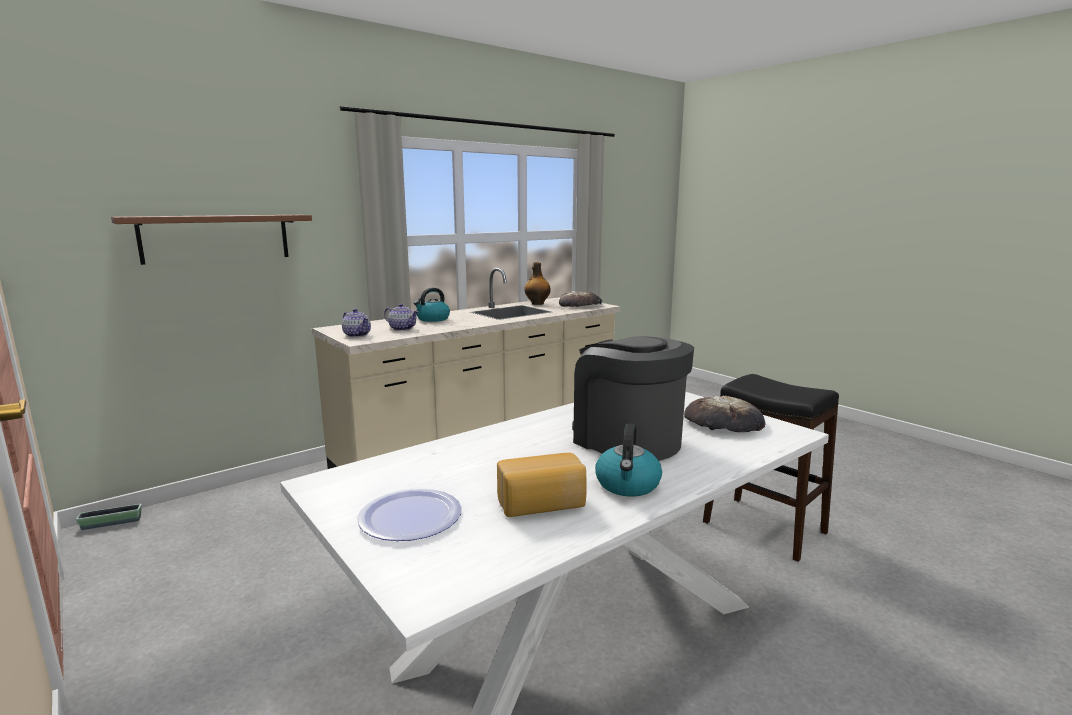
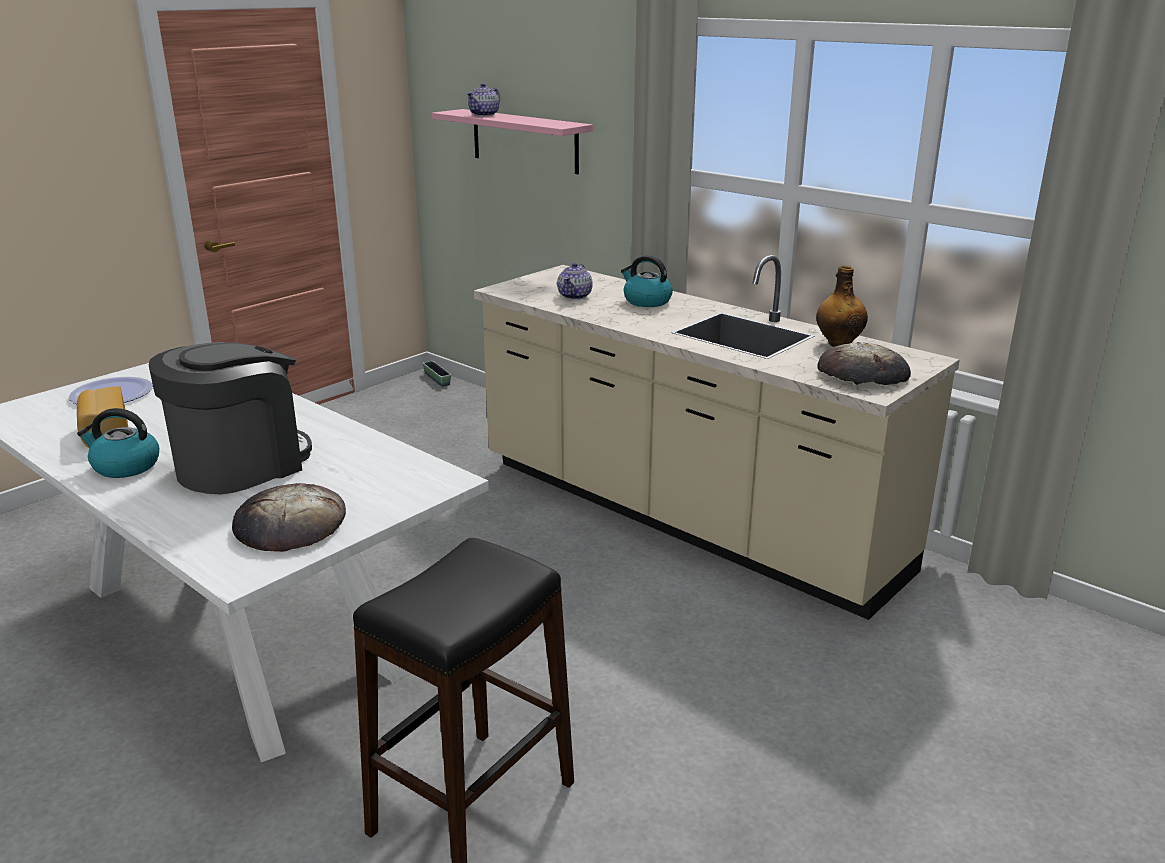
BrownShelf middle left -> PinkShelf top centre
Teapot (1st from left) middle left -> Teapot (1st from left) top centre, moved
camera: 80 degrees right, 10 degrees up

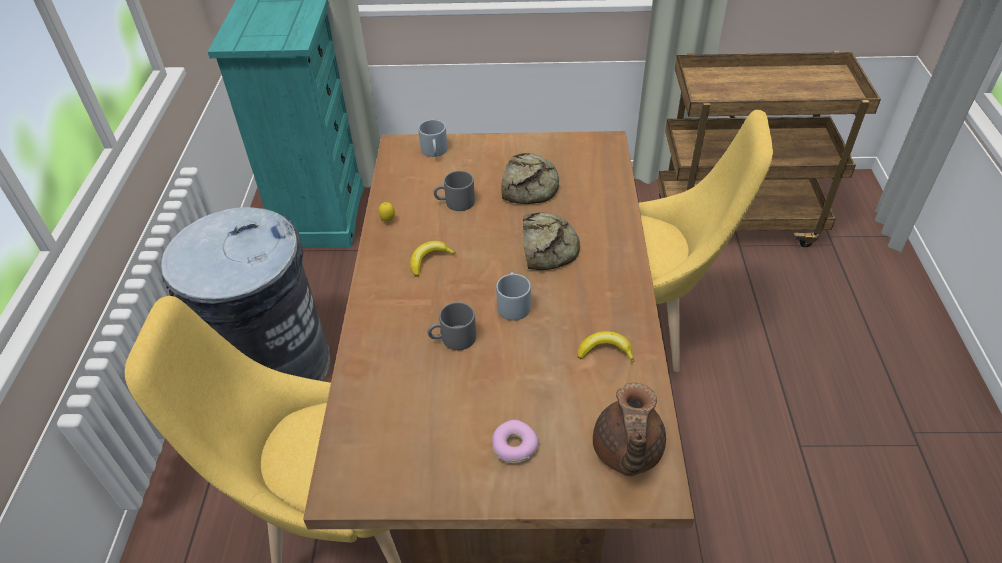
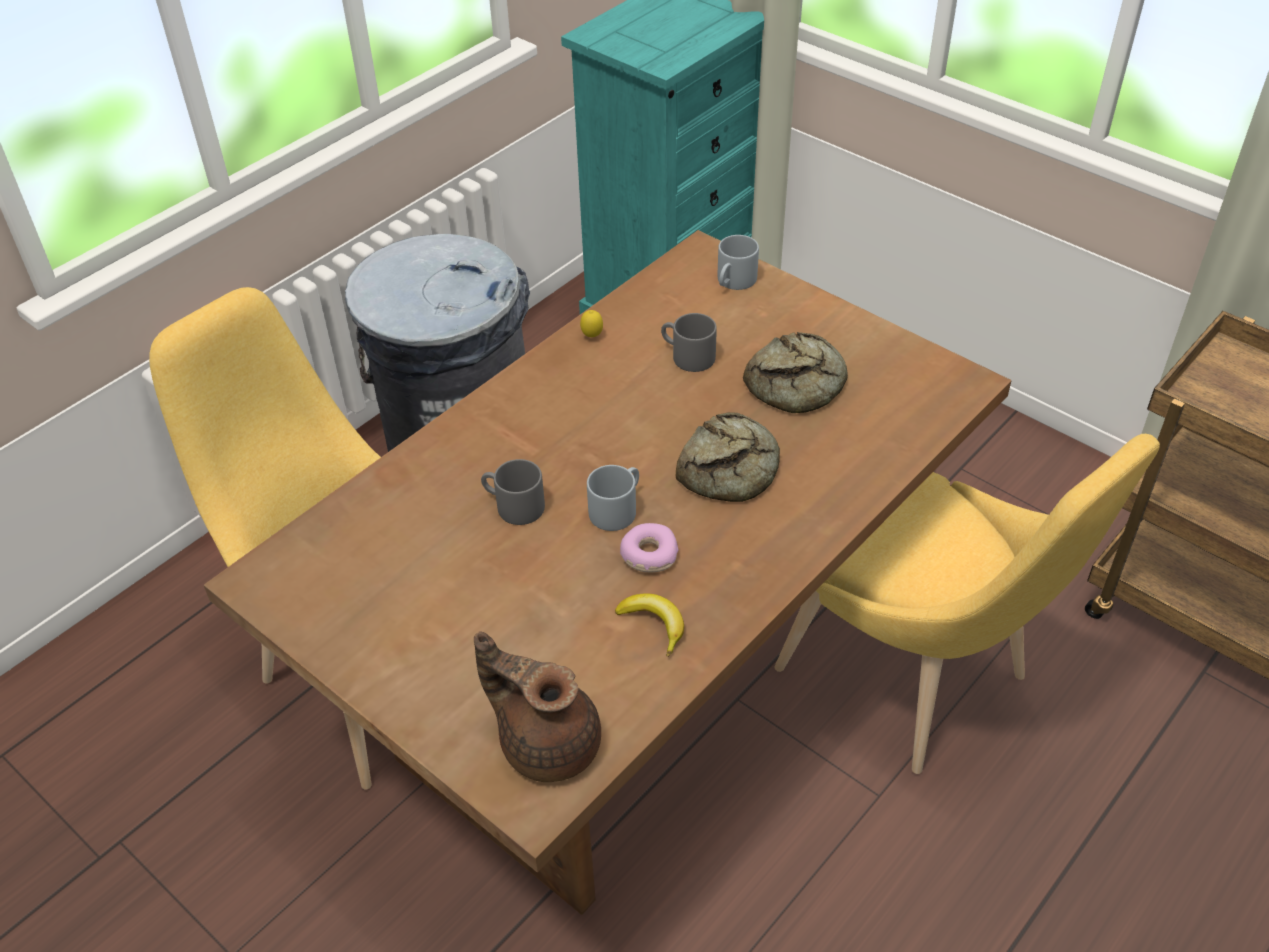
Banana (1st from left) centre -> none
BrownTeapot bottom centre, 75 degrees clockwise
Donut bottom centre -> Donut centre, moved
camera: 40 degrees right, 0 degrees up

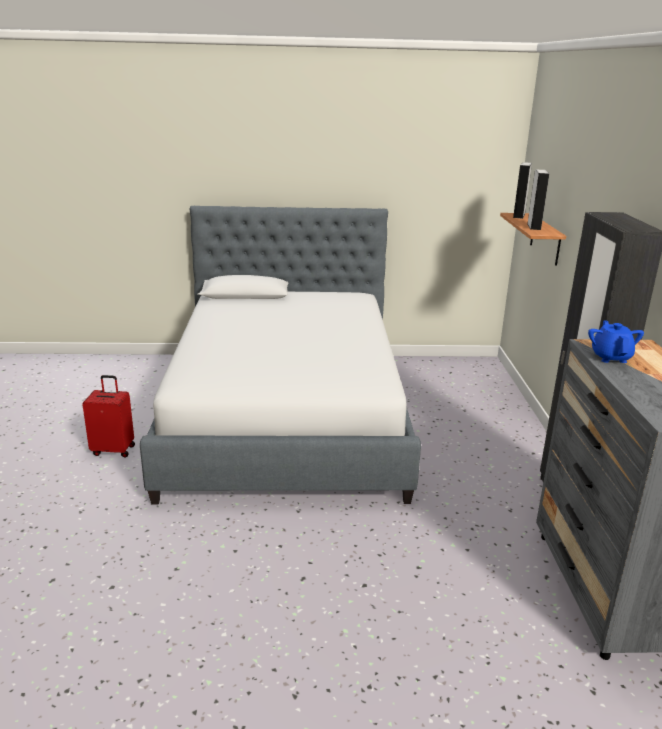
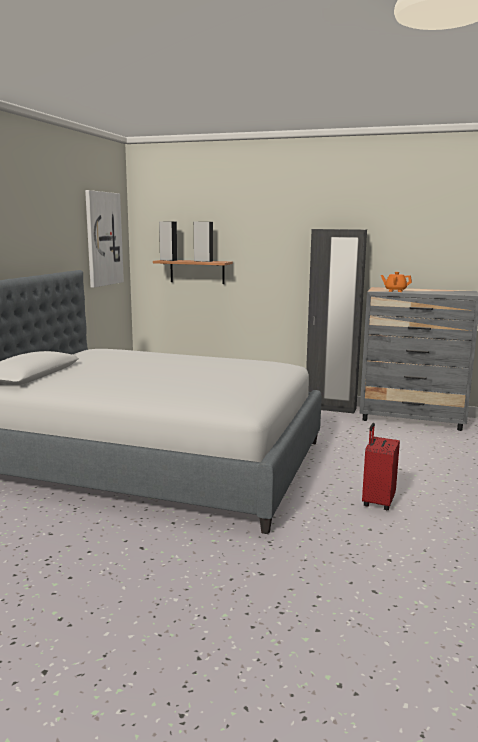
BlueTeapot middle right -> OrangeTeapot middle right
RedSuitcase middle left -> RedSuitcase middle right, moved
none -> Picture top left
camera: 70 degrees left, 10 degrees down

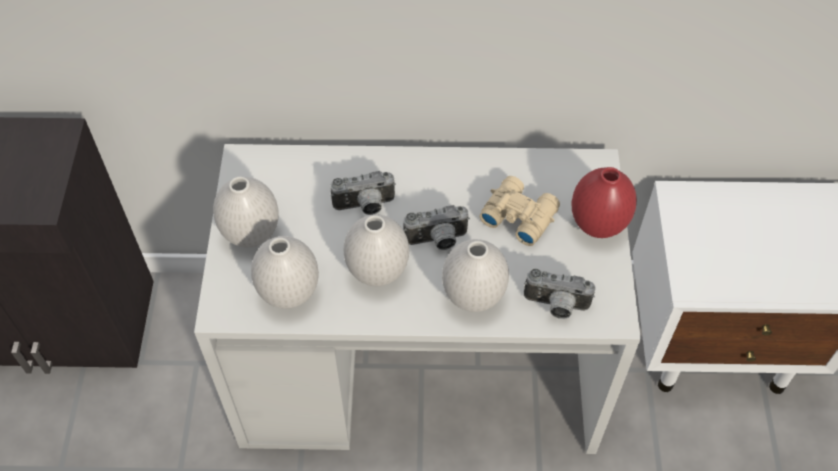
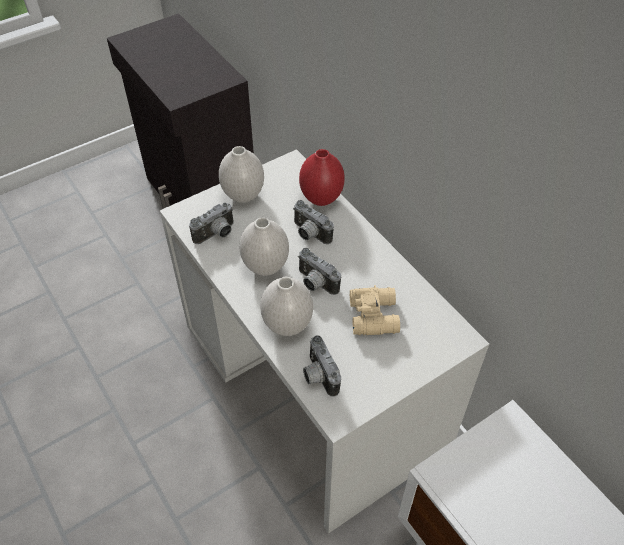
RedVase middle right -> RedVase top centre, moved
WhiteVase (2nd from left) centre -> PhotoCamera (1st from left) centre
camera: 55 degrees right, 5 degrees down

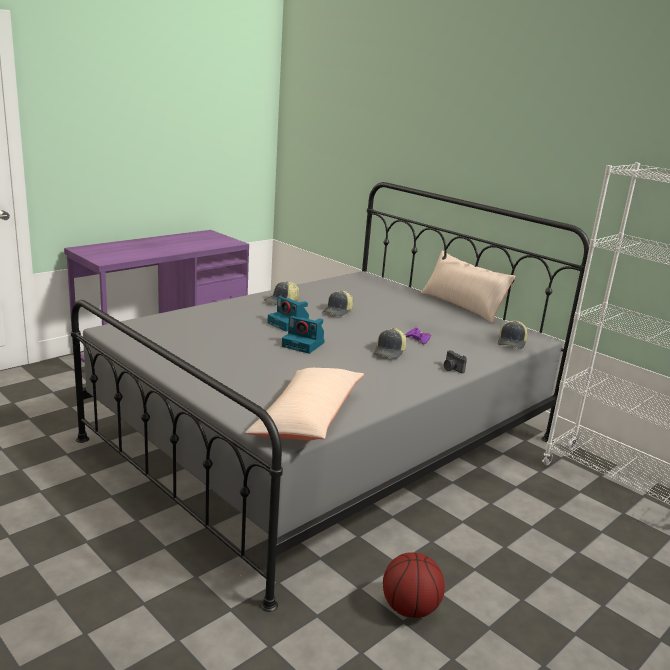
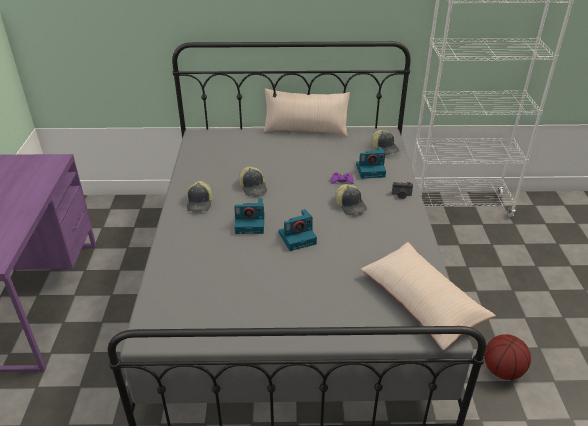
none -> PhotoCamera (3rd from left) centre
camera: 45 degrees left, 15 degrees up

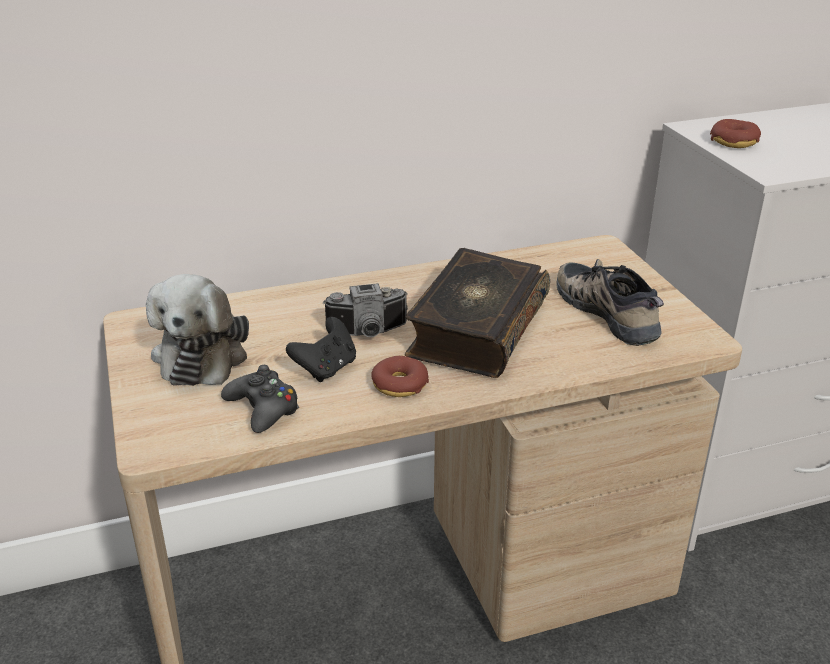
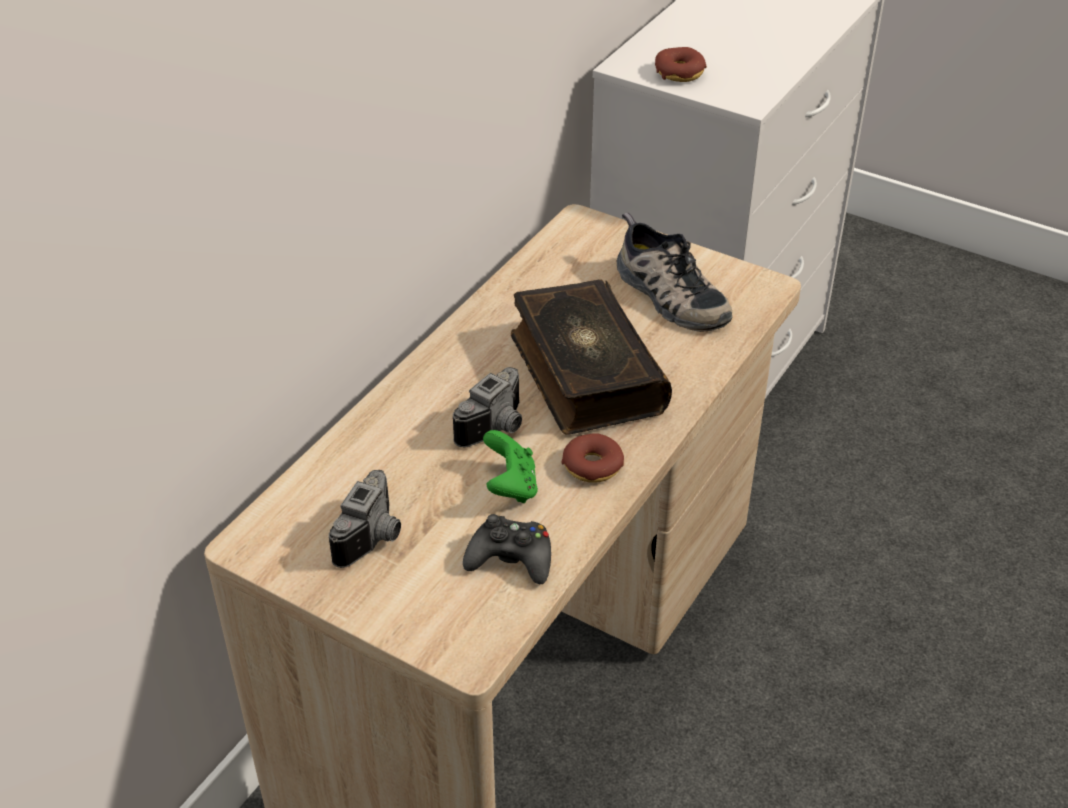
Shoe middle right -> Shoe centre, 150 degrees counterclockwise
PlushToy middle left -> PhotoCamera (1st from left) centre
BlackGameController (2nd from left) centre -> GreenGameController centre
camera: 40 degrees left, 10 degrees up

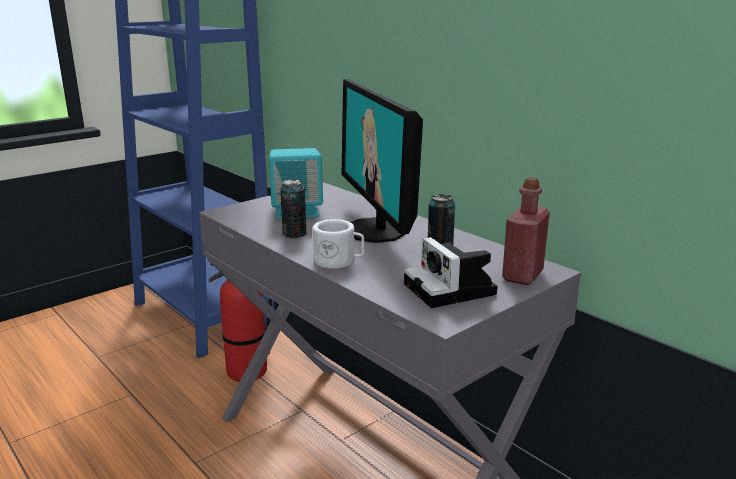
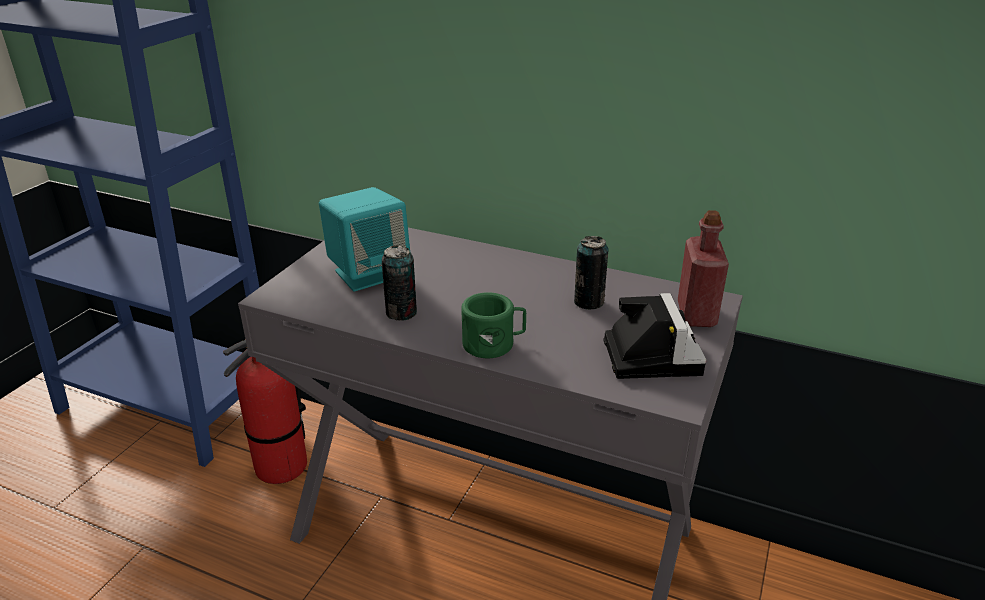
Monitor centre -> none
WhiteMug centre -> GreenMug centre
PhotoCamera centre, 135 degrees counterclockwise
camera: 25 degrees left, 10 degrees up

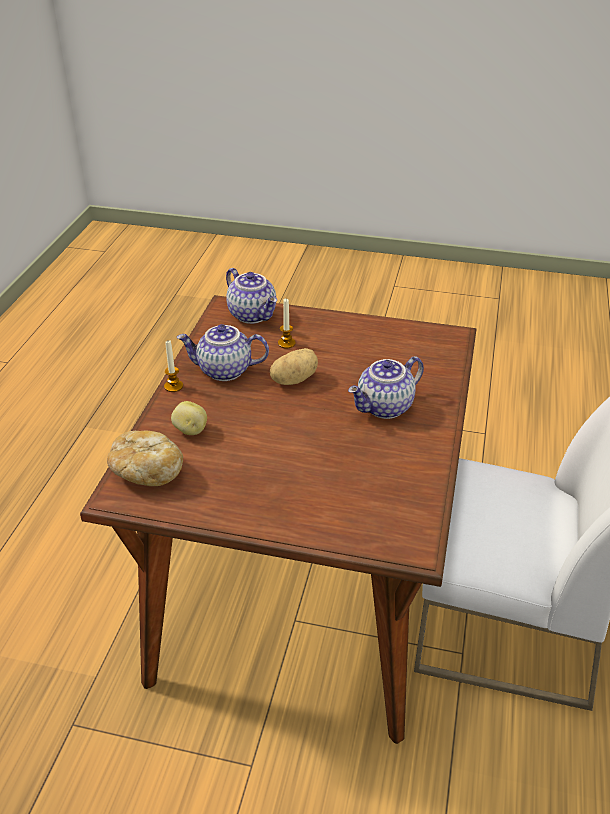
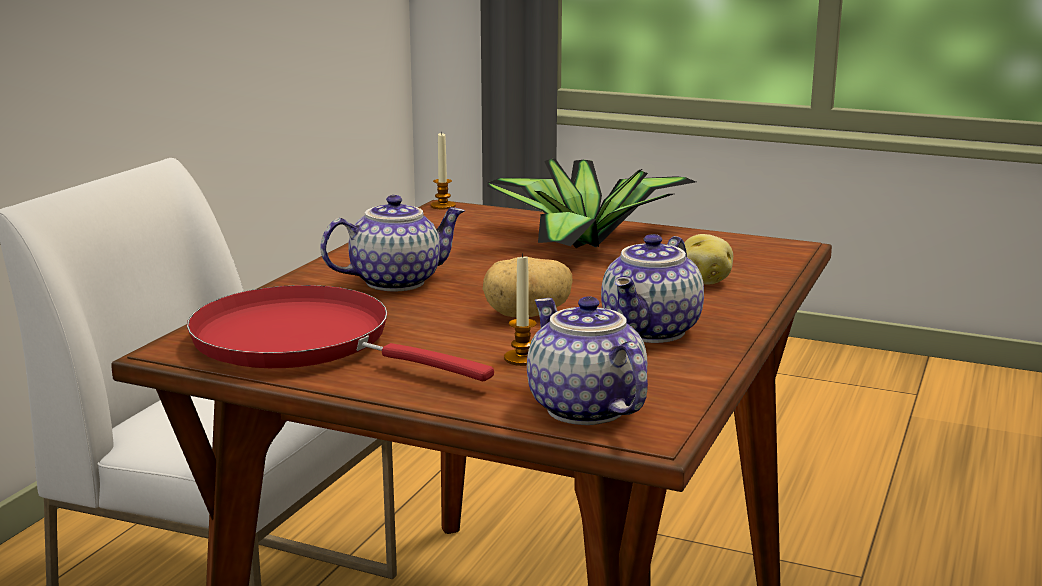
Teapot (1st from left in the first image) centre -> Teapot (3rd from left) centre, 105 degrees clockwise
Candle (1st from left) middle left -> Candle (1st from left) top centre, moved
Bread middle left -> none
none -> PottedPlant centre
none -> RedFryingPan middle left
camera: 170 degrees left, 20 degrees down

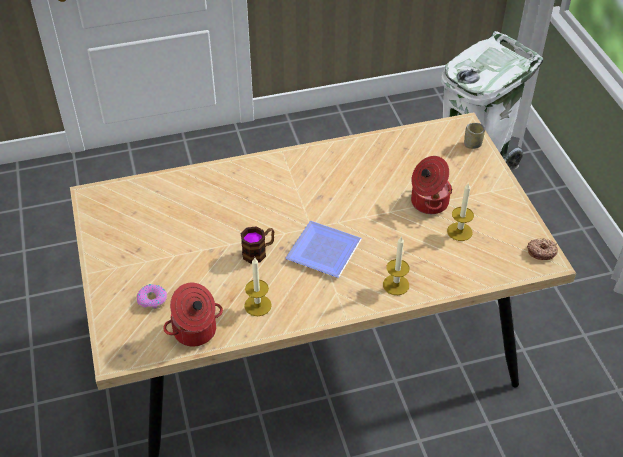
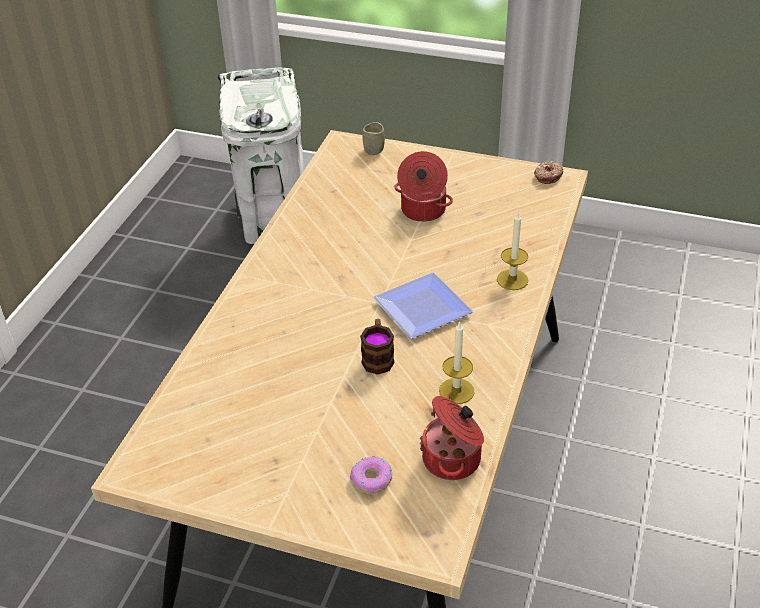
Candle (3rd from left) middle right -> none
camera: 55 degrees left, 5 degrees down

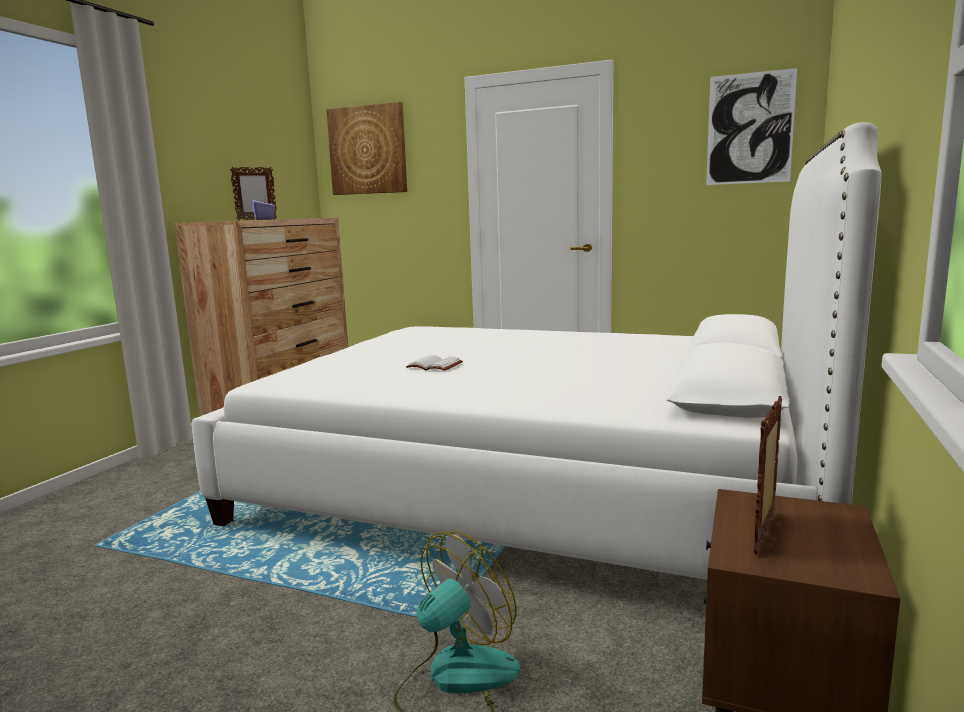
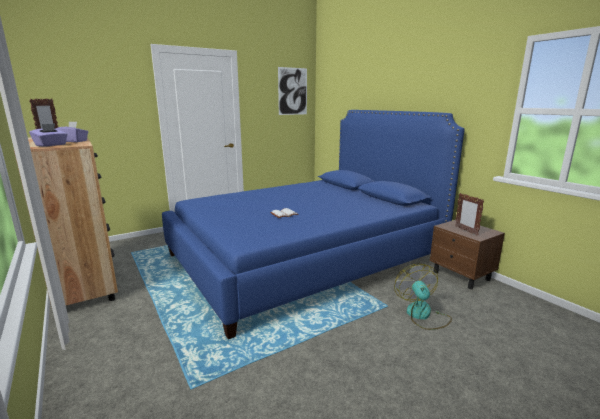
Picture (1st from left) top centre -> none
WhiteBed centre -> BlueBed centre
none -> PurpleTissueBox (1st from left) top left
camera: 55 degrees left, 5 degrees up

